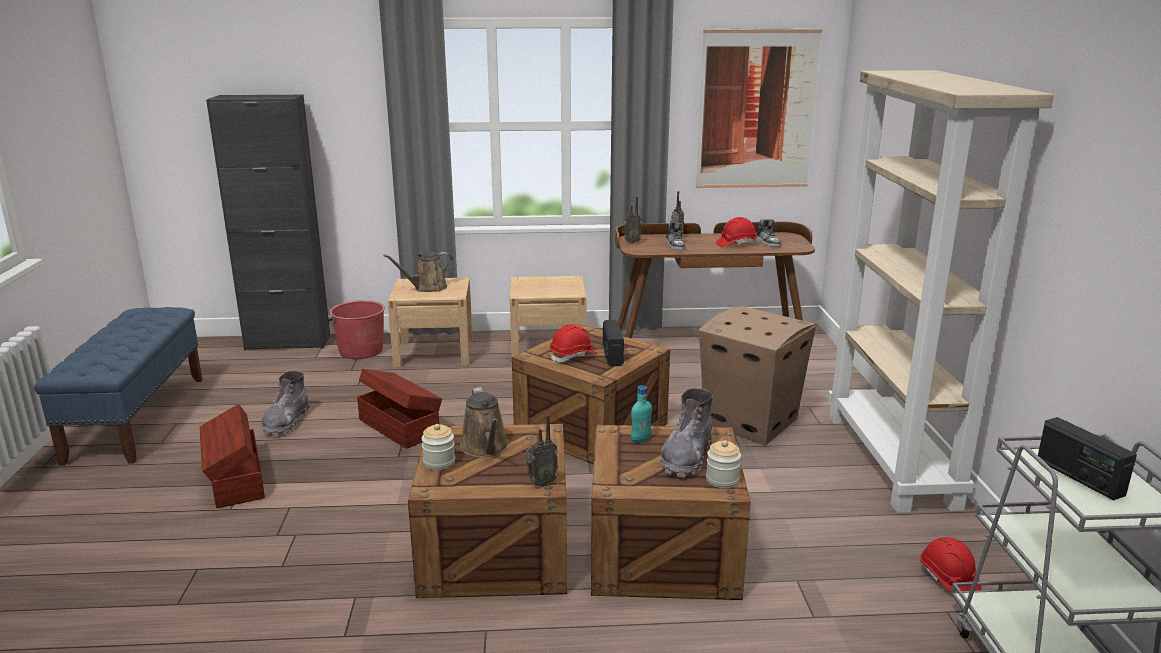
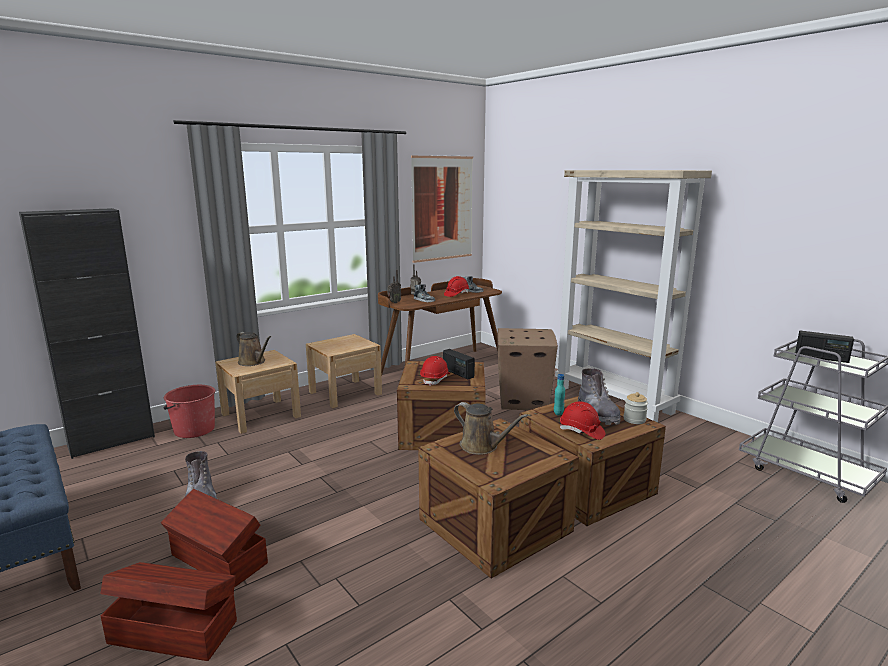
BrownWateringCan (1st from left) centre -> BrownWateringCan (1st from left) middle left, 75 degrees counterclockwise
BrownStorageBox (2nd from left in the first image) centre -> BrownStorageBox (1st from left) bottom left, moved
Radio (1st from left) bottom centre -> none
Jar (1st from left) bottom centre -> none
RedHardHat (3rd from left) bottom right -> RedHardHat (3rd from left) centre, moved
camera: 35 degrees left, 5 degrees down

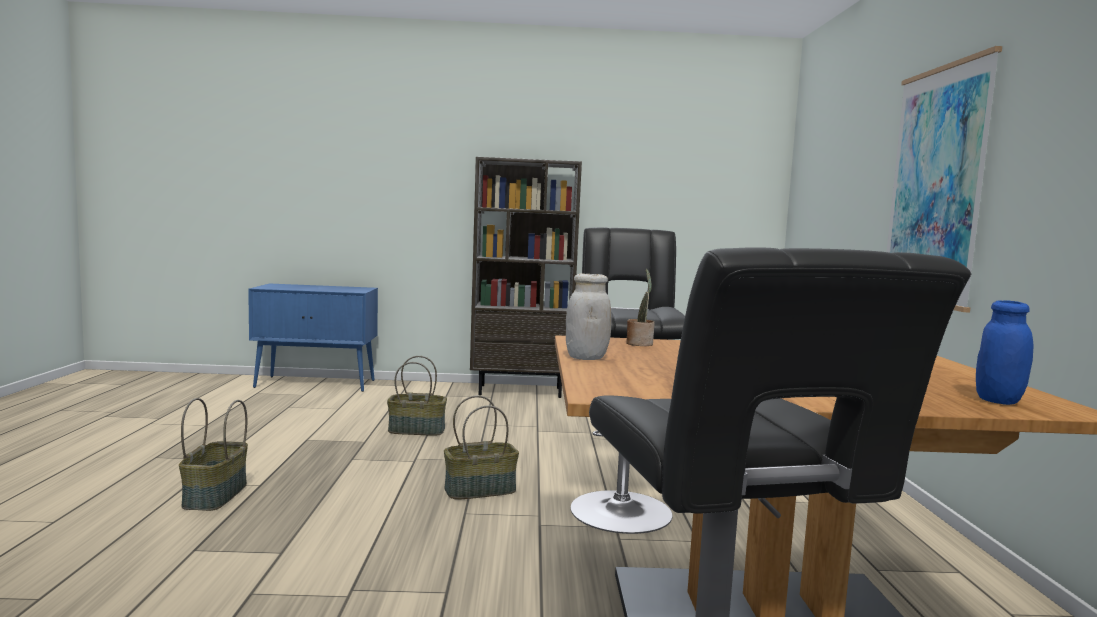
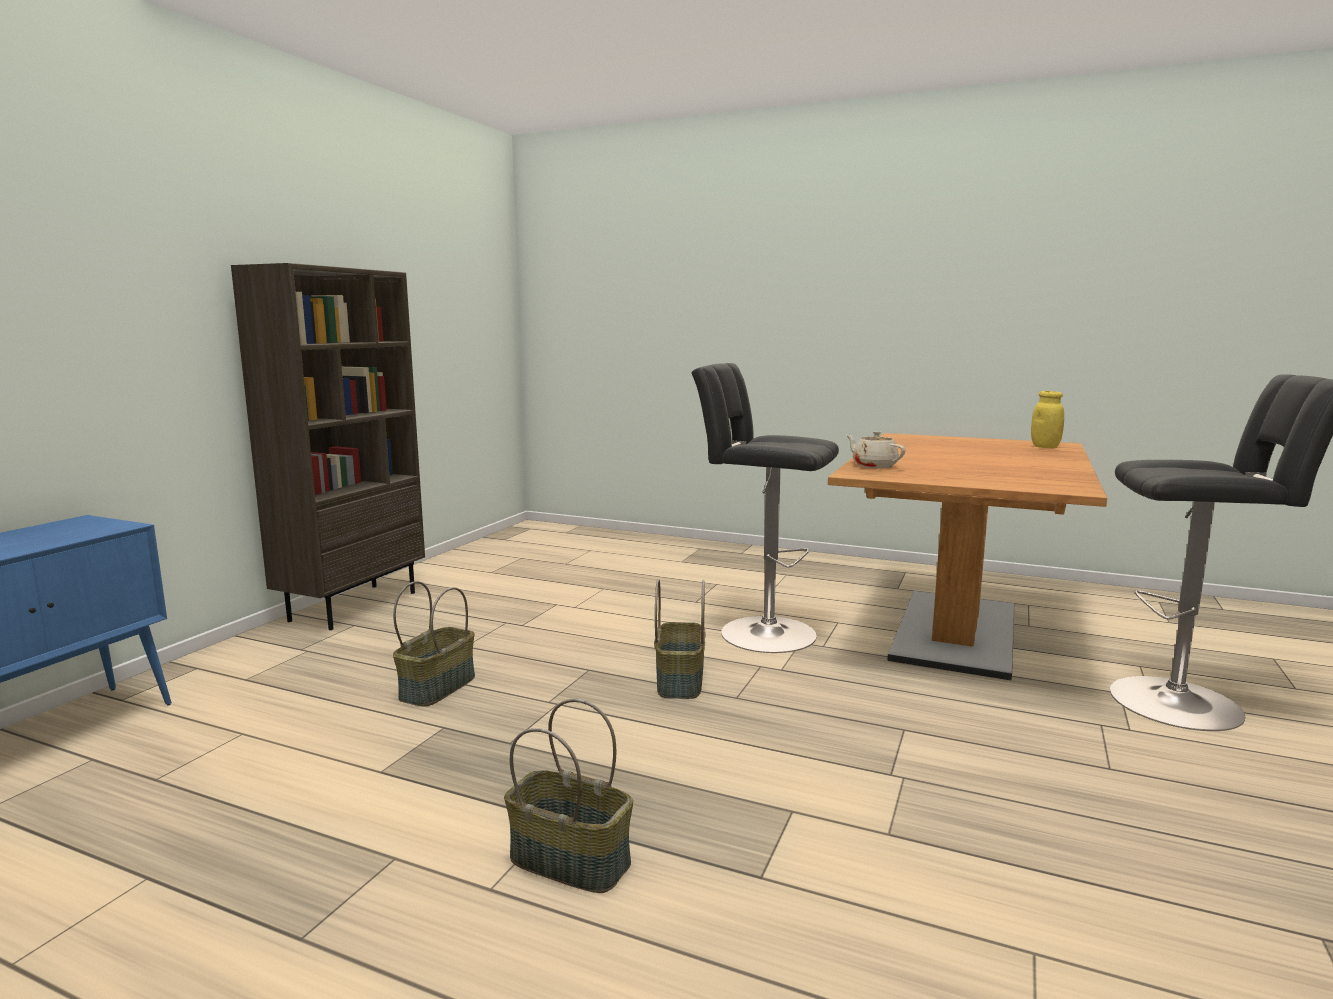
Picture top right -> none
PottedPlant centre -> BeigeTeapot centre
WhiteJar centre -> none
BlueJar middle right -> YellowJar middle right
camera: 65 degrees left, 5 degrees up

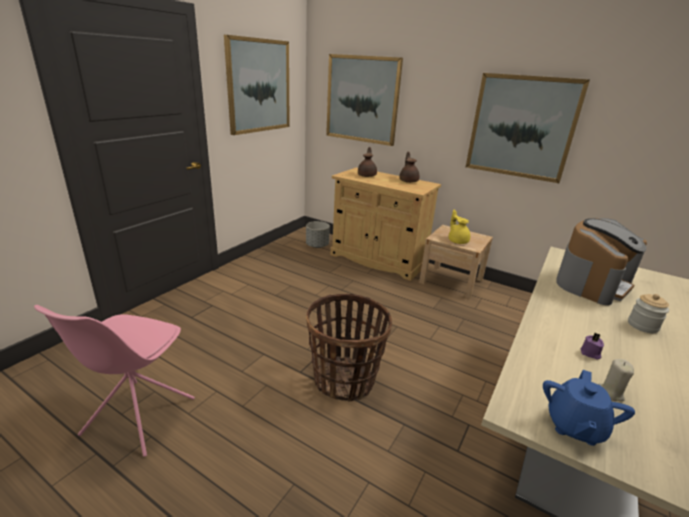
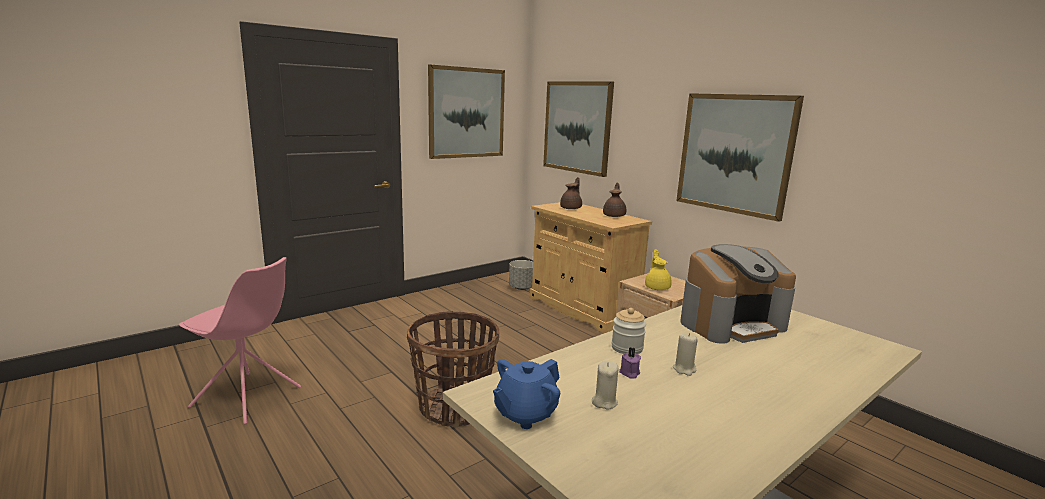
Jar middle right -> Jar centre, moved
PinkChair bottom left, 105 degrees counterclockwise
none -> BeigeCandle (2nd from left) bottom centre
camera: 20 degrees right, 10 degrees down

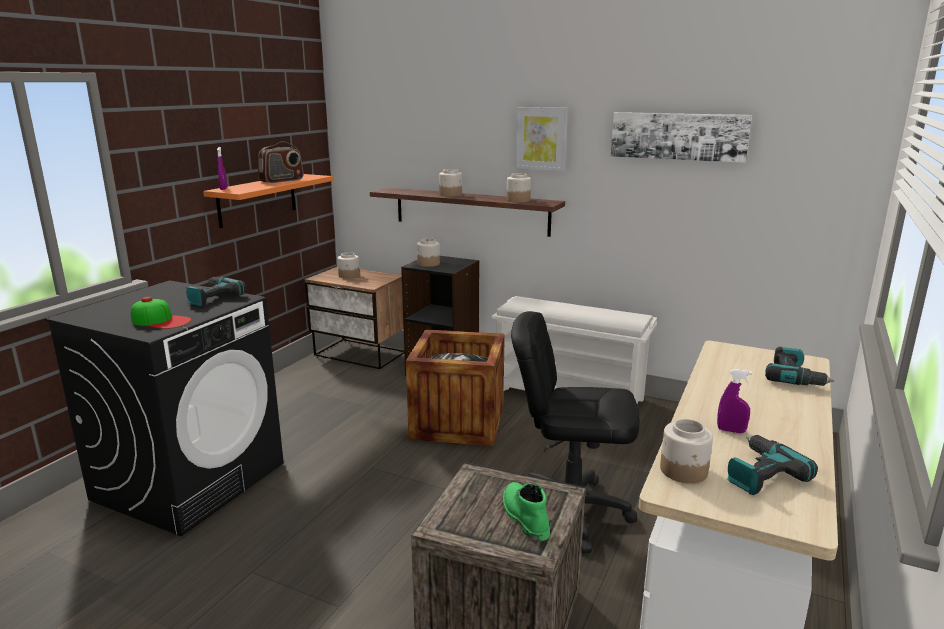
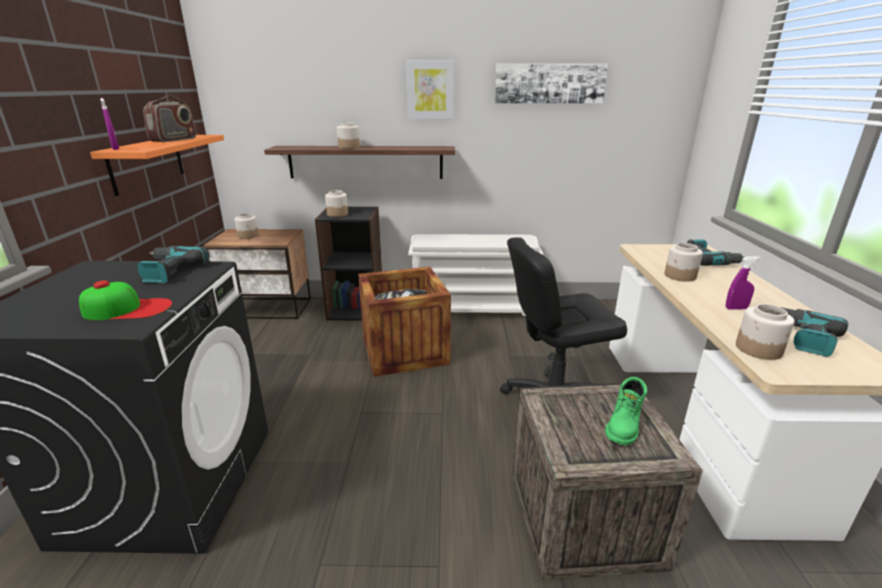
Jar (4th from left) top centre -> Jar (4th from left) middle right, moved
GreenBoot bottom centre -> GreenBoot bottom right, 105 degrees counterclockwise
camera: 25 degrees left, 5 degrees up

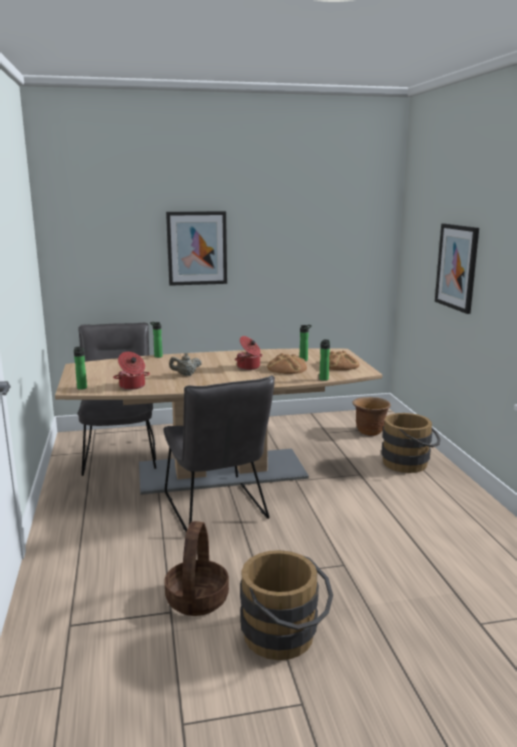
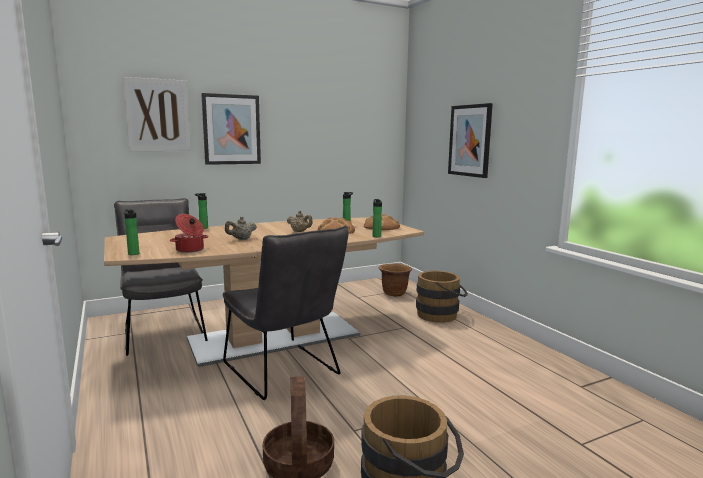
CookingPot (2nd from left) centre -> BeigeTeapot (2nd from left) centre
none -> Picture (1st from left) top left
camera: 15 degrees left, 5 degrees down

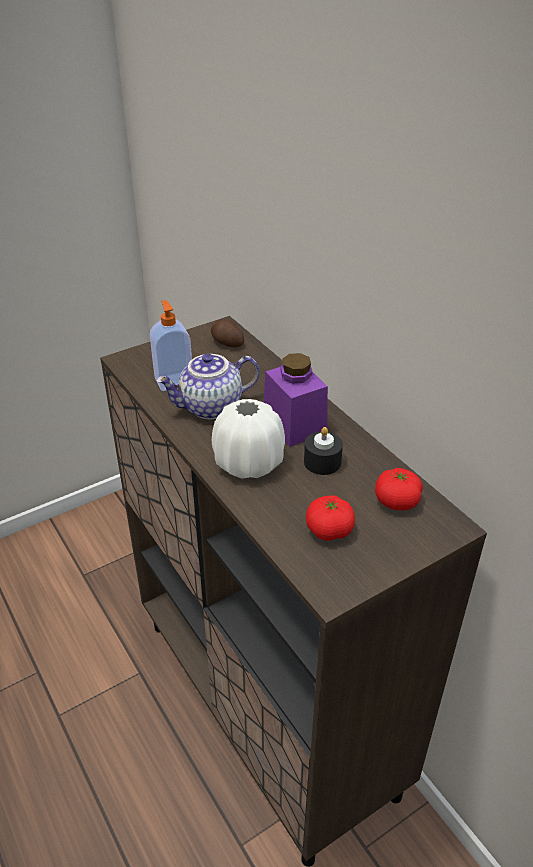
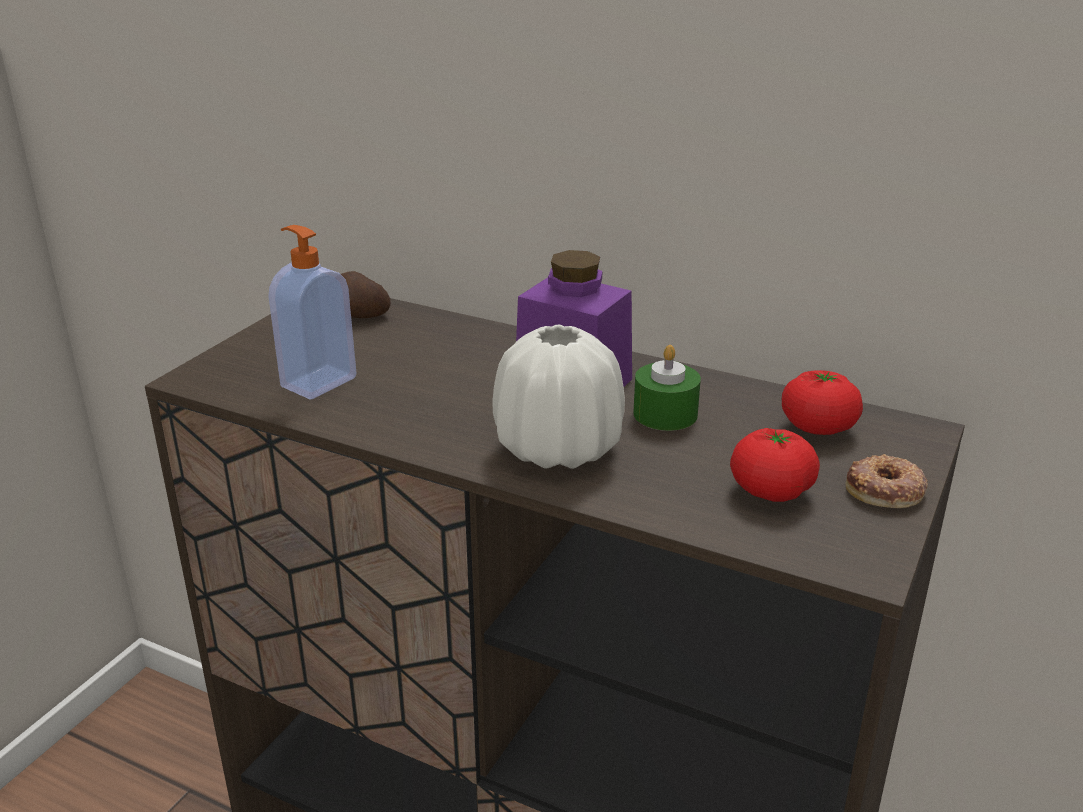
Teapot centre -> none
BlackCandle centre -> GreenCandle centre
none -> Donut middle right
camera: 30 degrees left, 10 degrees down

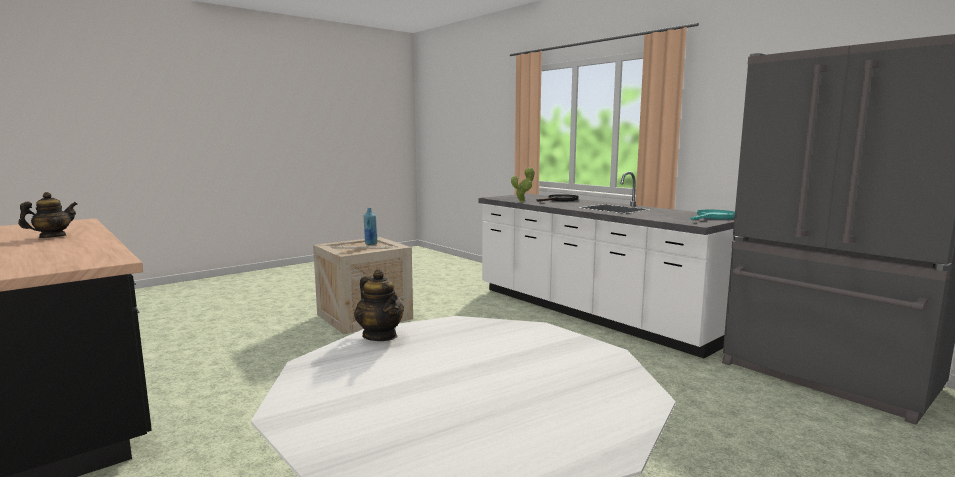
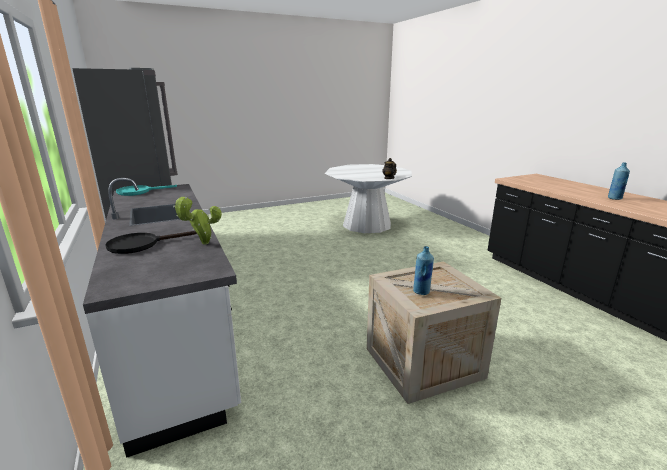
Teapot (1st from left) middle left -> BlueBottle (2nd from left) middle right
camera: 165 degrees left, 10 degrees up

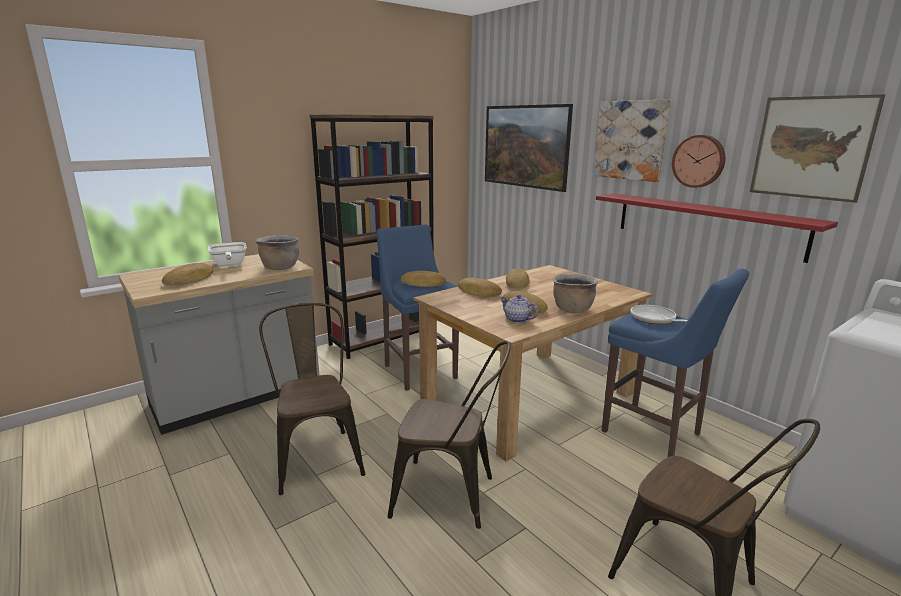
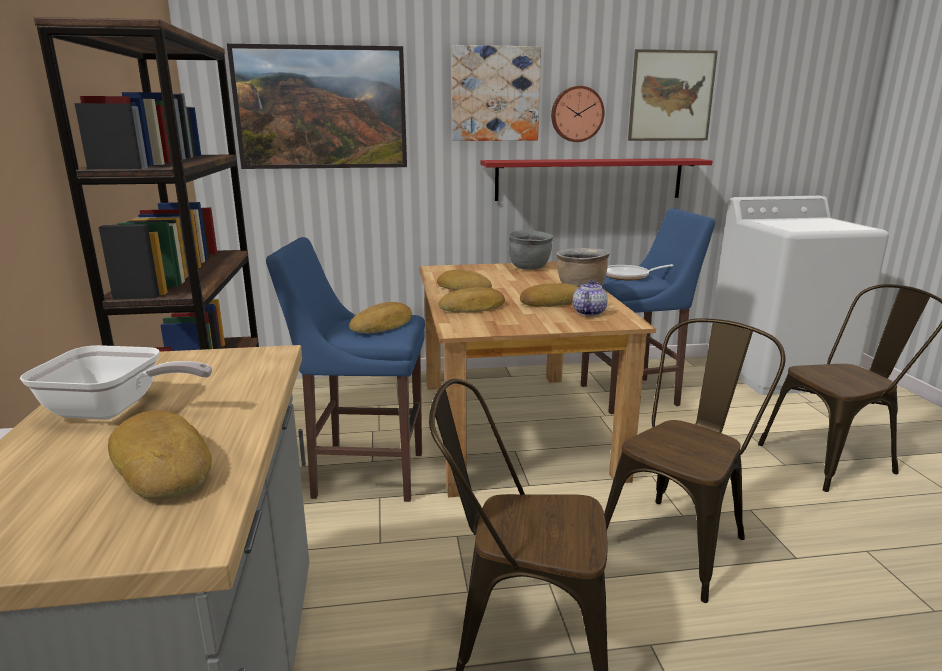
BrownCookingPot (1st from left) middle left -> none
Teapot centre, 135 degrees clockwise
none -> GreyCookingPot centre
camera: 60 degrees left, 0 degrees up

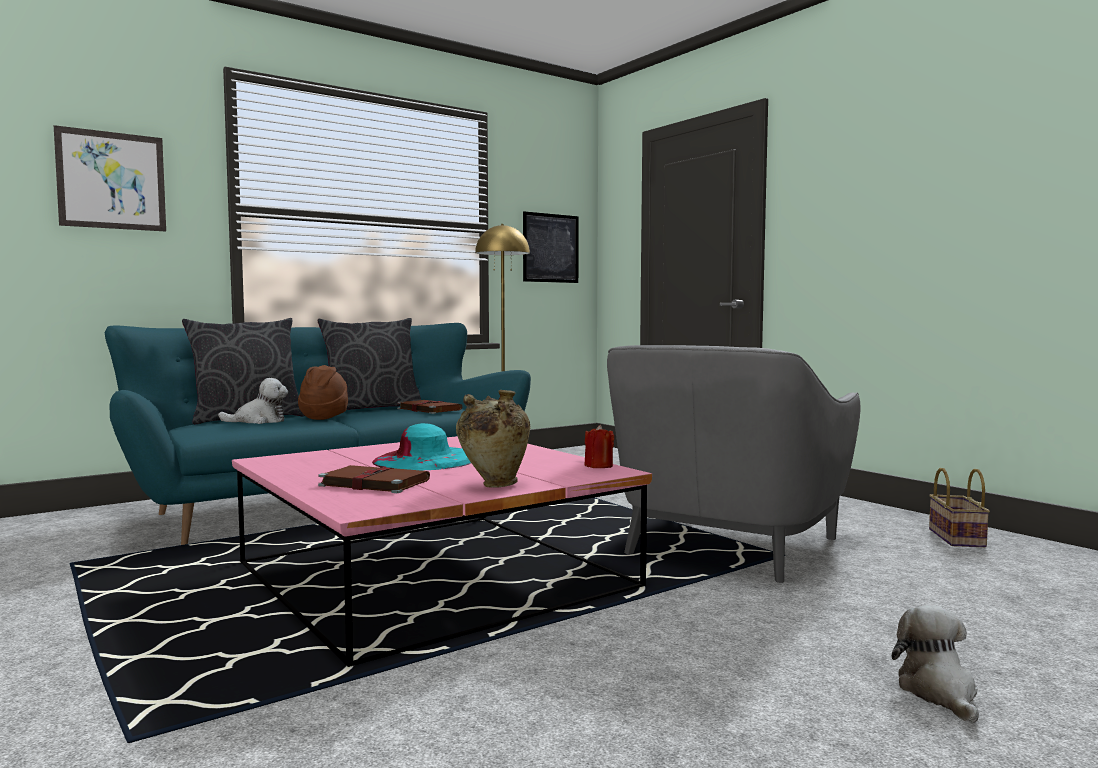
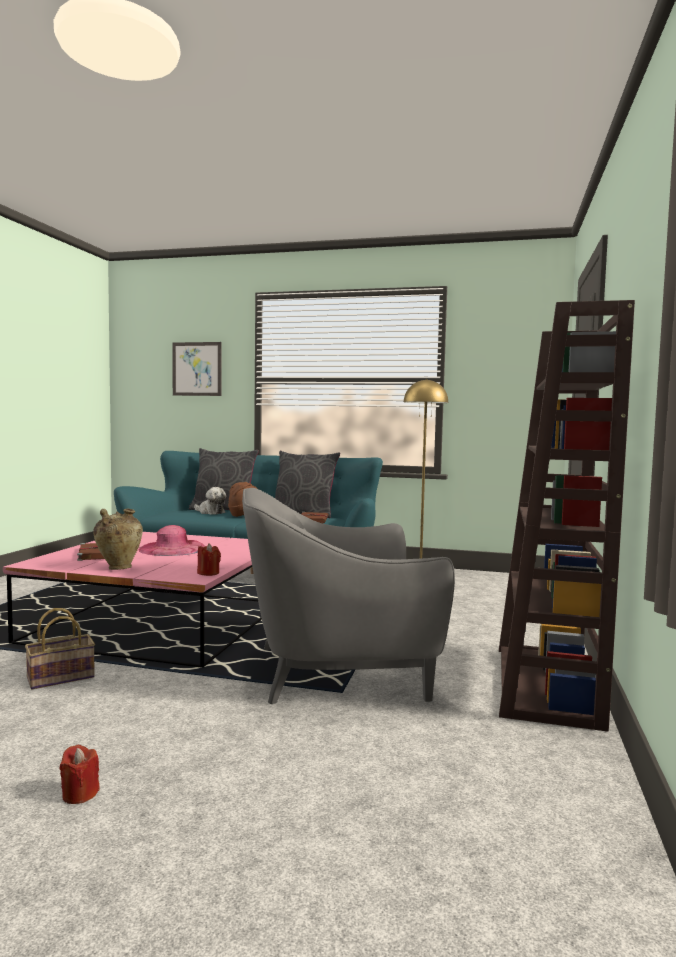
Picture (2nd from left) top centre -> none
TurquoiseHat centre -> PinkHat middle left
Basket middle right -> Basket bottom left, moved
PlushToy (2nd from left) bottom right -> RedCandle (1st from left) bottom left
none -> BrownBookcase middle right
camera: 50 degrees right, 0 degrees up

